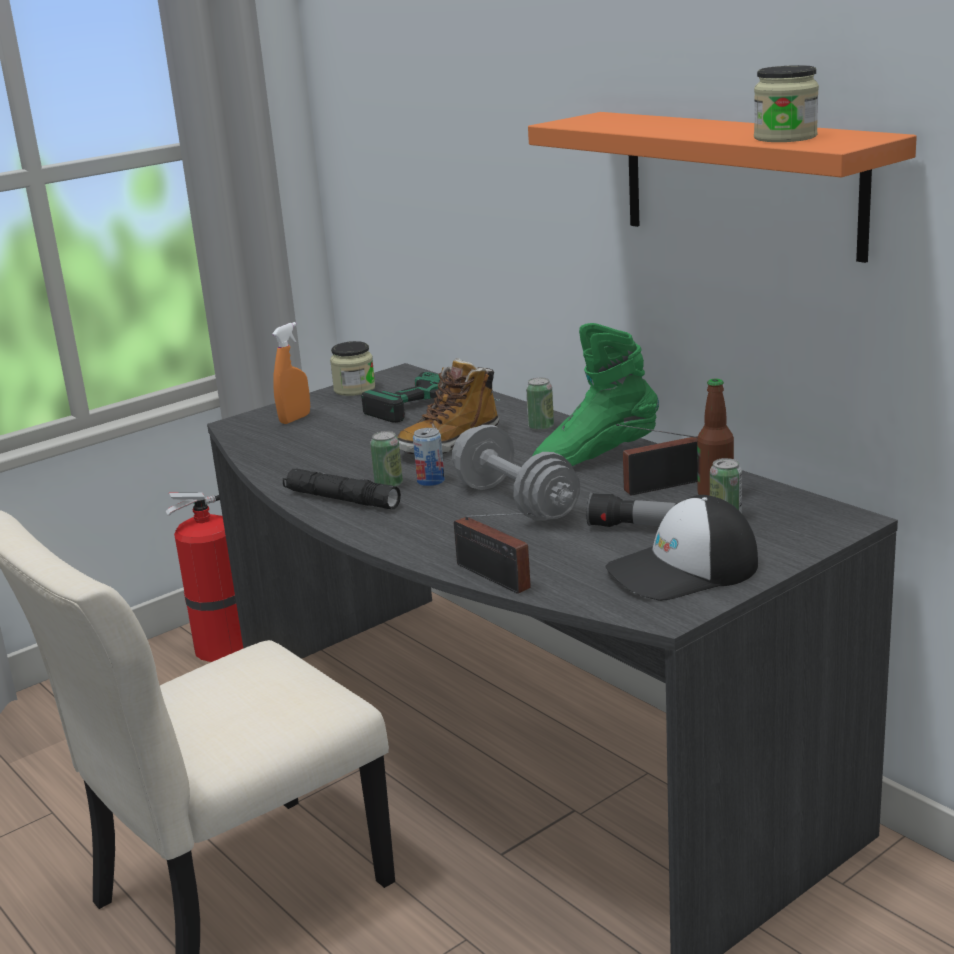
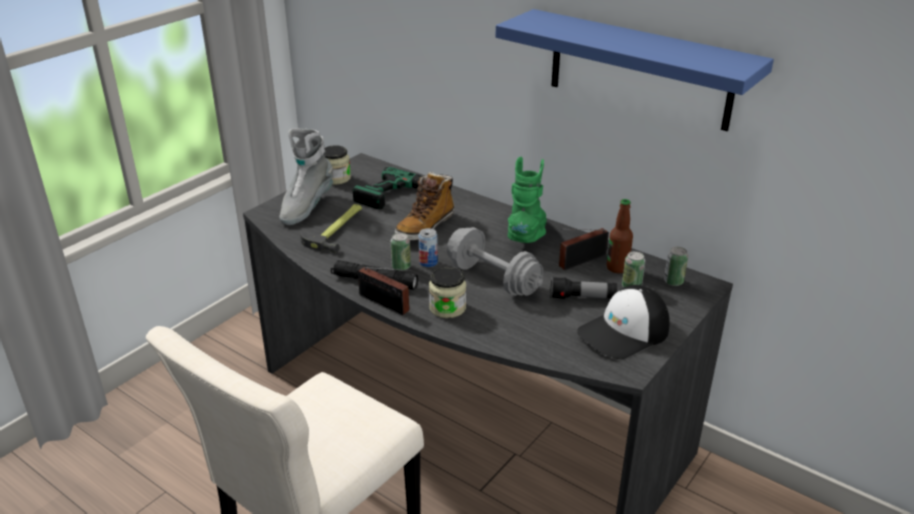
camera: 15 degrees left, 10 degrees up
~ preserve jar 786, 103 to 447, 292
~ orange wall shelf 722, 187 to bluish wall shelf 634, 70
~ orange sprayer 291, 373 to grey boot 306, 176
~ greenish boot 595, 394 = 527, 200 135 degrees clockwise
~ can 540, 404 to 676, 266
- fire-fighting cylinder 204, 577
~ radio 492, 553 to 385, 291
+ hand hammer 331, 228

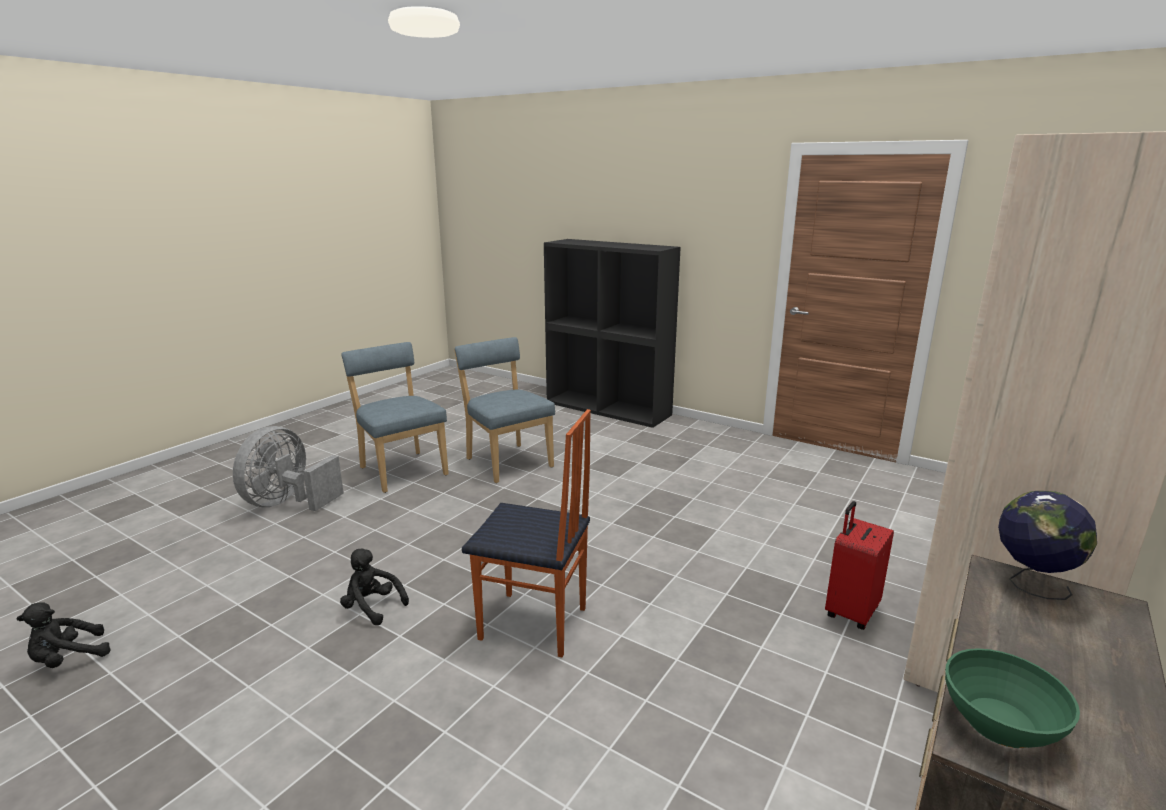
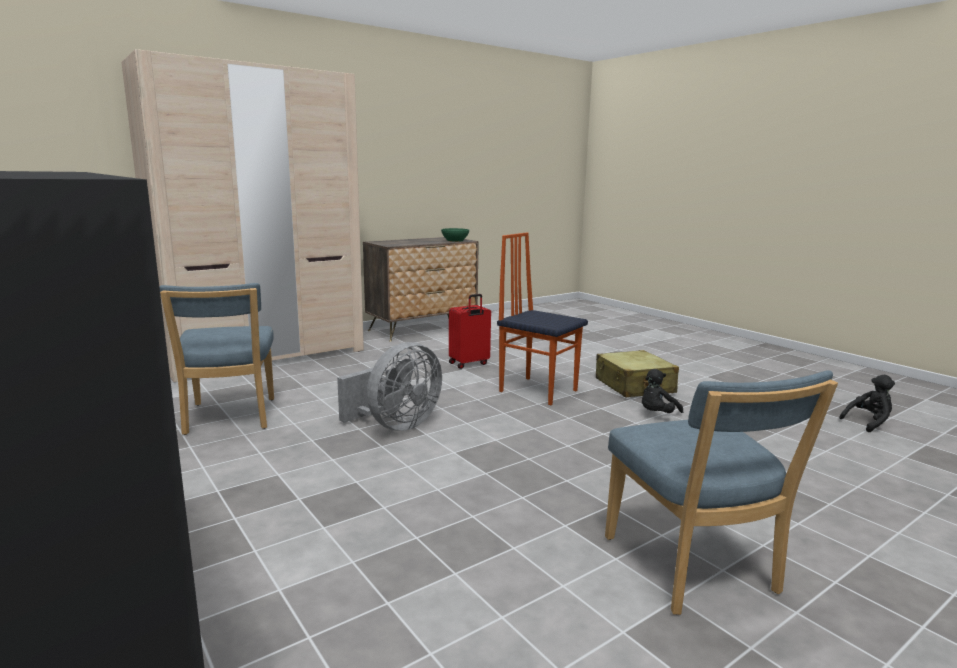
camera: 160 degrees left, 5 degrees down
~ bluish upright chair 504, 410 to 216, 359
~ grey fan 288, 468 to 389, 386
- world globe 1047, 545
~ red suitcase 859, 565 to 470, 331
~ black-coloured cuddly toy 374, 586 = 662, 391 90 degrees clockwise
+ beige-coloured suitcase 637, 374

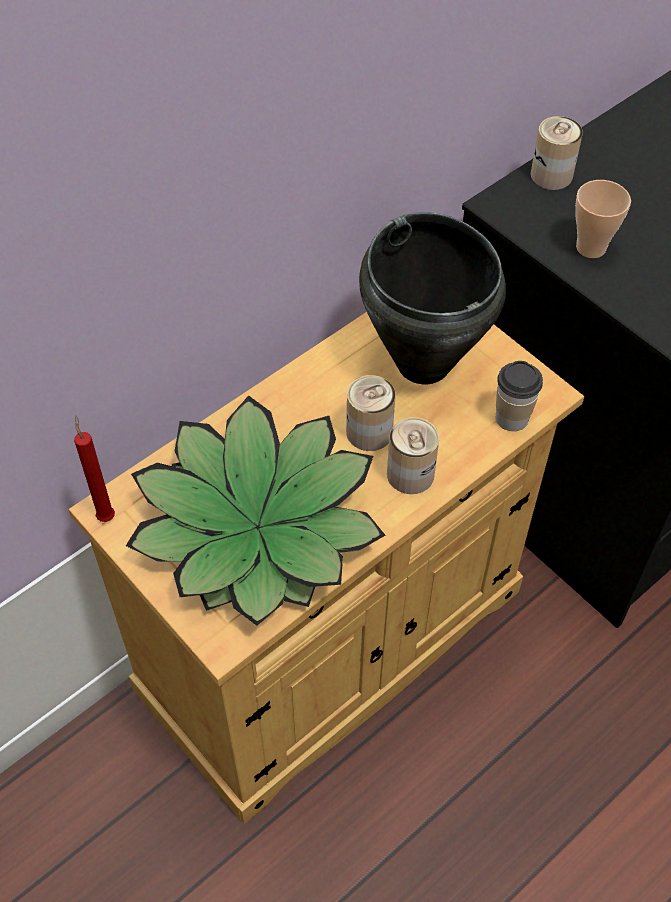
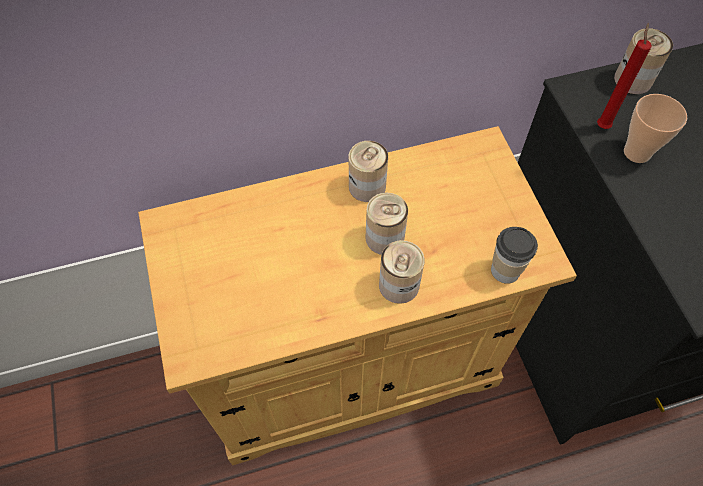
camera: 25 degrees right, 5 degrees up
- black-coloured saucepot 432, 298
- potted plant 255, 510
~ red wax light 94, 468 to 624, 76
+ can 368, 171

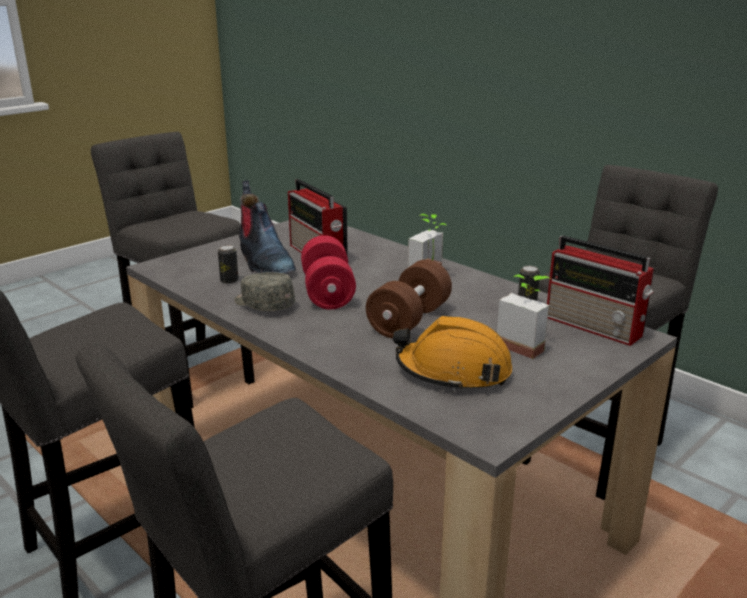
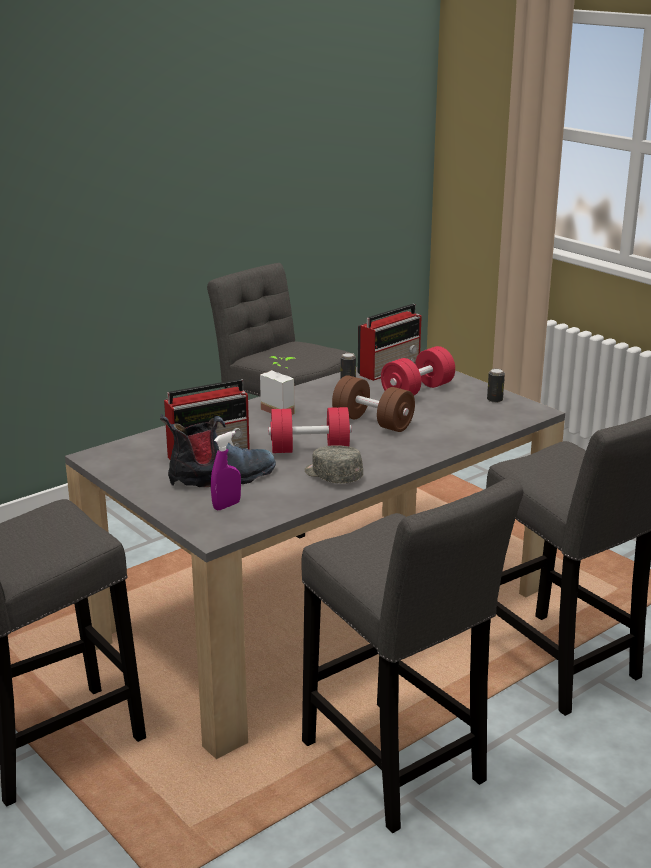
camera: 85 degrees left, 0 degrees up
~ can 228, 264 to 496, 385
~ grey cap 264, 291 = 334, 464 90 degrees clockwise
~ potted plant 524, 317 to red dumbbell 418, 370
- orange work helmet 452, 354
+ purple sprayer 226, 470

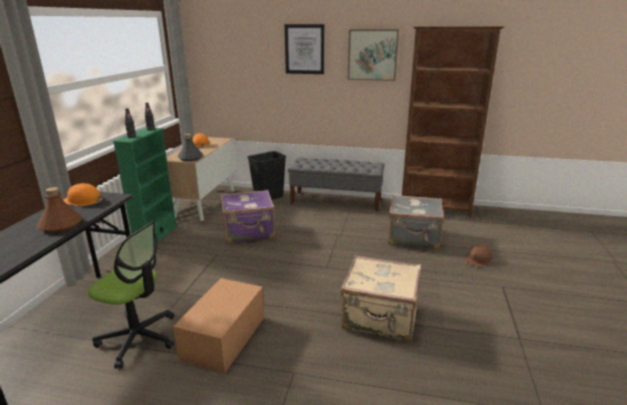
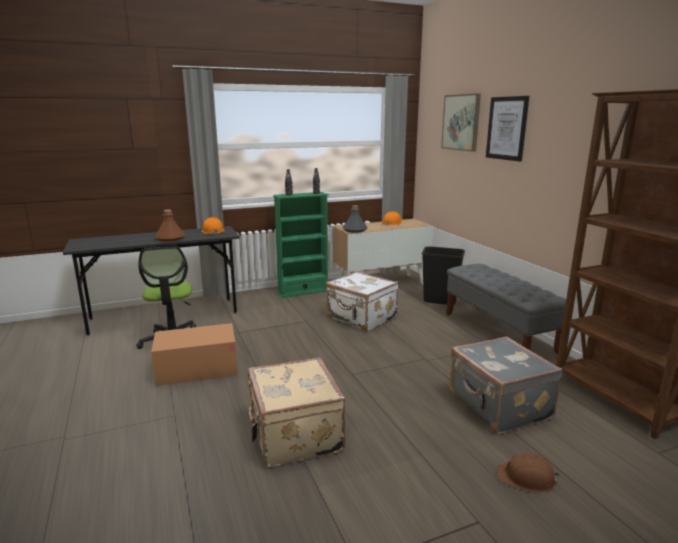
camera: 55 degrees right, 5 degrees down
~ wall art 373, 55 to 461, 122
~ purple suitcase 248, 216 to whitish suitcase 362, 301

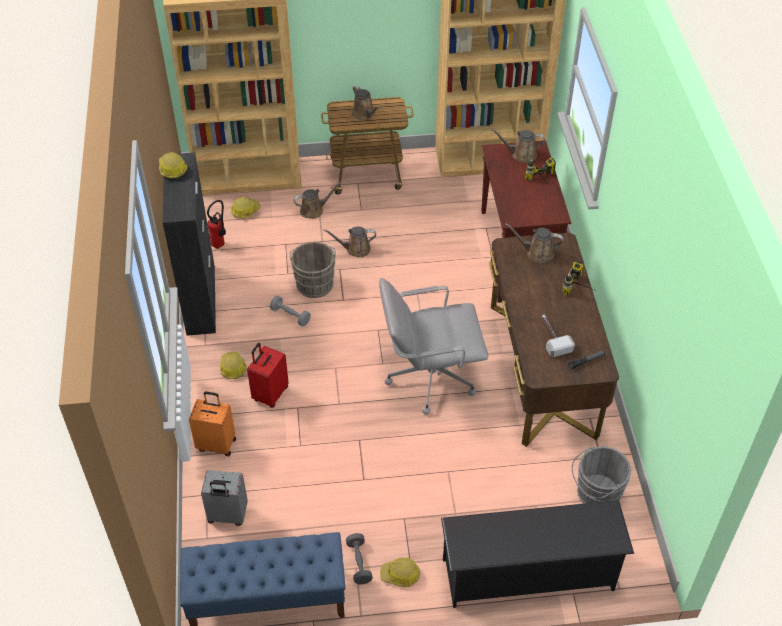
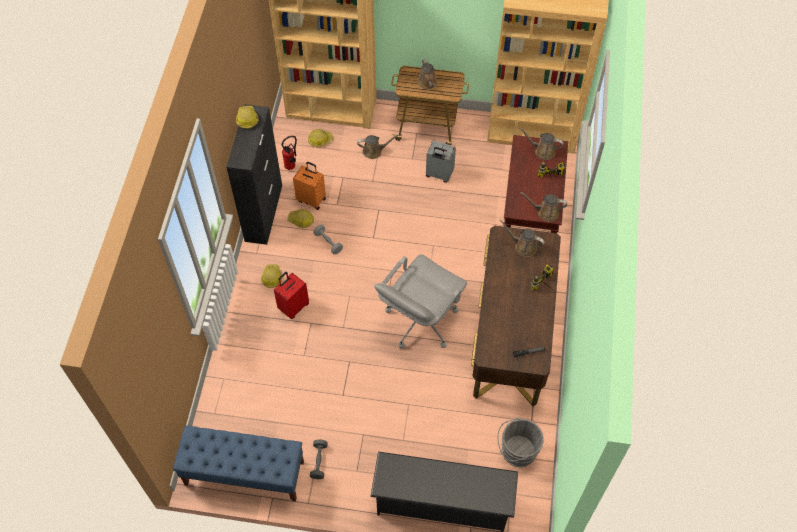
camera: 15 degrees right, 10 degrees up
~ brown sprinkling can 349, 242 to 543, 207
- grey water bucket 313, 270
~ grey desk chair 433, 346 = 420, 301 60 degrees counterclockwise
- hand hammer 558, 336
~ orange suitcase 212, 423 to 309, 186
~ grey suitcase 224, 498 to 441, 161
~ work helmet 400, 572 to 300, 218

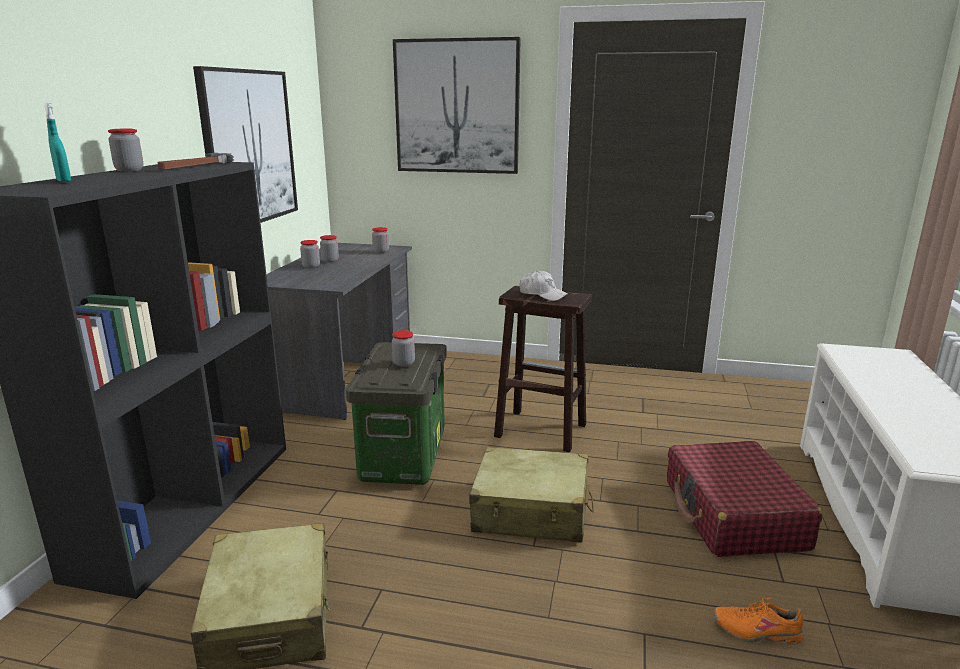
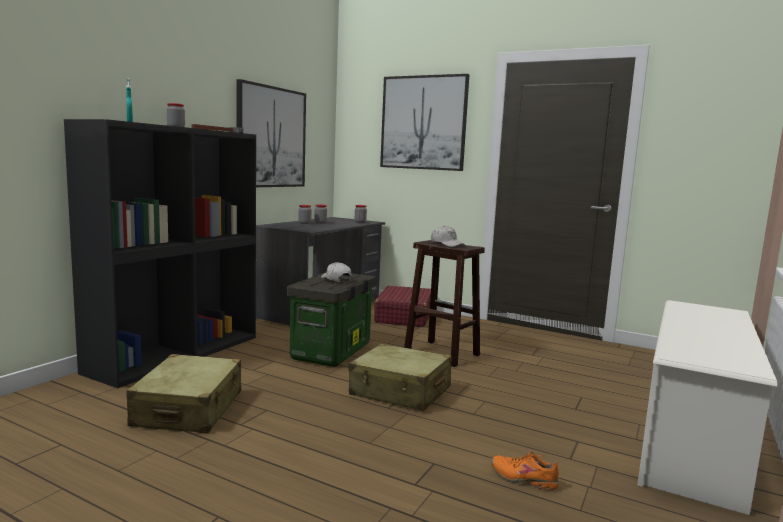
camera: 15 degrees right, 10 degrees down
~ preserve jar 403, 348 to whitish cap 336, 272
~ red suitcase 744, 499 to 402, 306

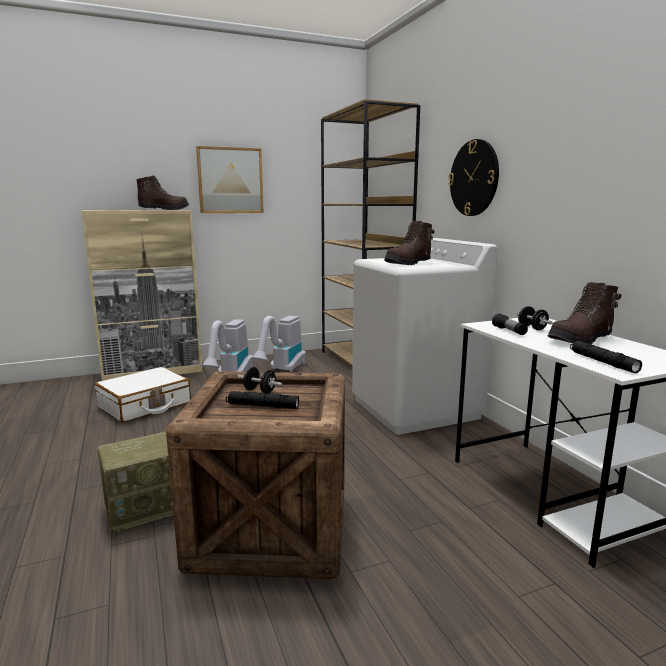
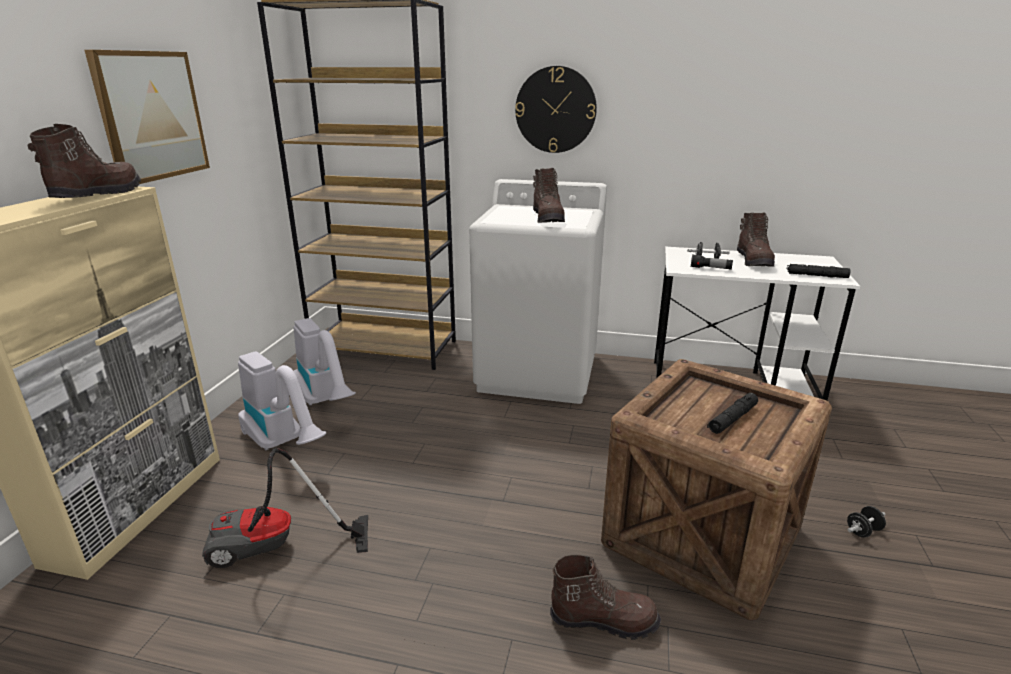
camera: 55 degrees left, 10 degrees up
~ whitish suitcase 143, 395 to vacuum 285, 508
~ black-coloured dumbbell 260, 380 to 866, 522
~ radio 135, 483 to brown boot 605, 597

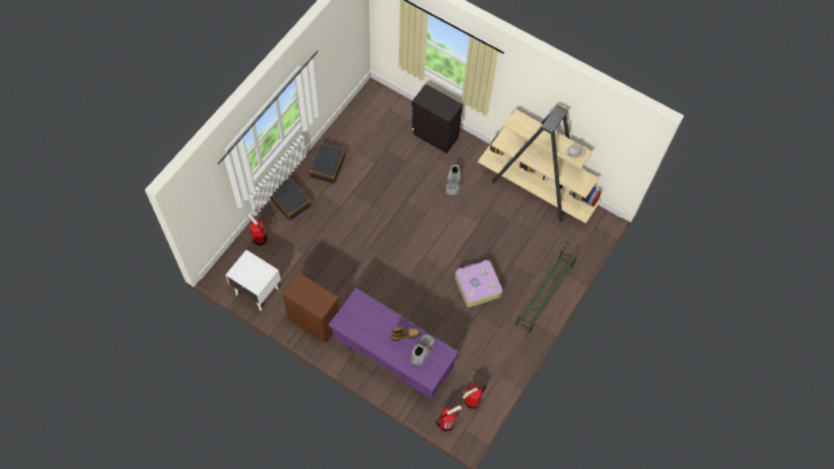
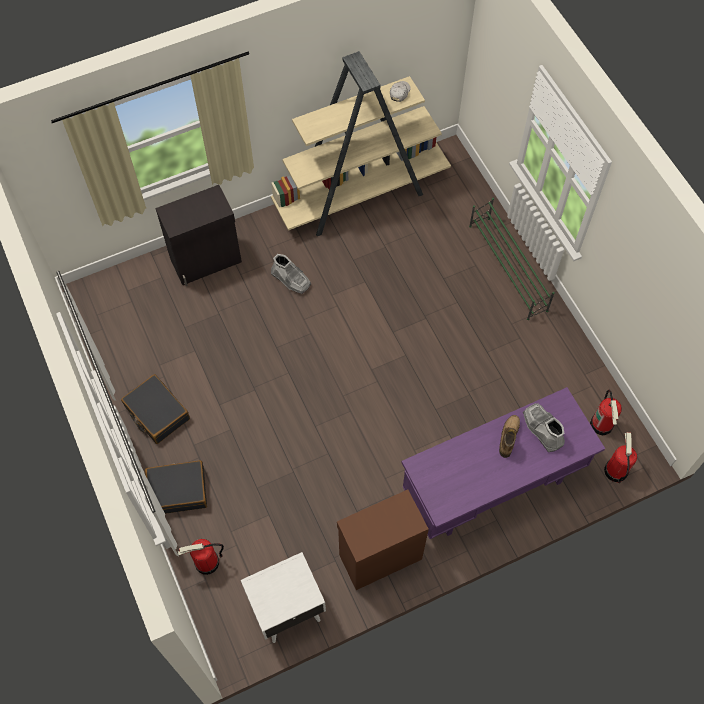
camera: 55 degrees left, 0 degrees up
- suitcase 479, 283

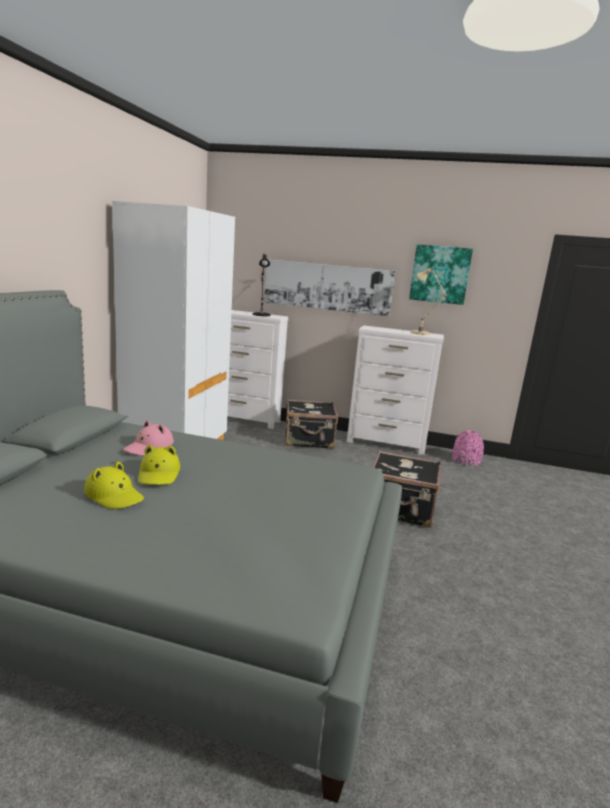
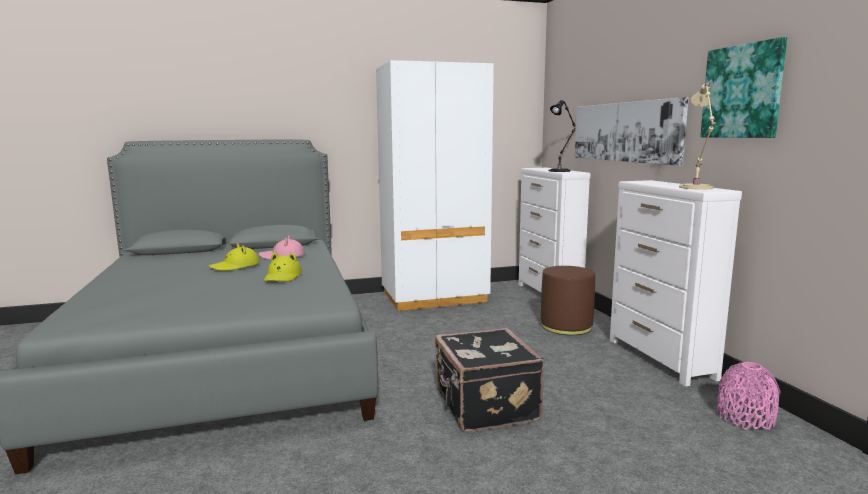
camera: 60 degrees right, 5 degrees down
~ black-coloured suitcase 311, 424 to brown footrest 568, 300
~ yellow wearable hat 114, 485 to 282, 267

